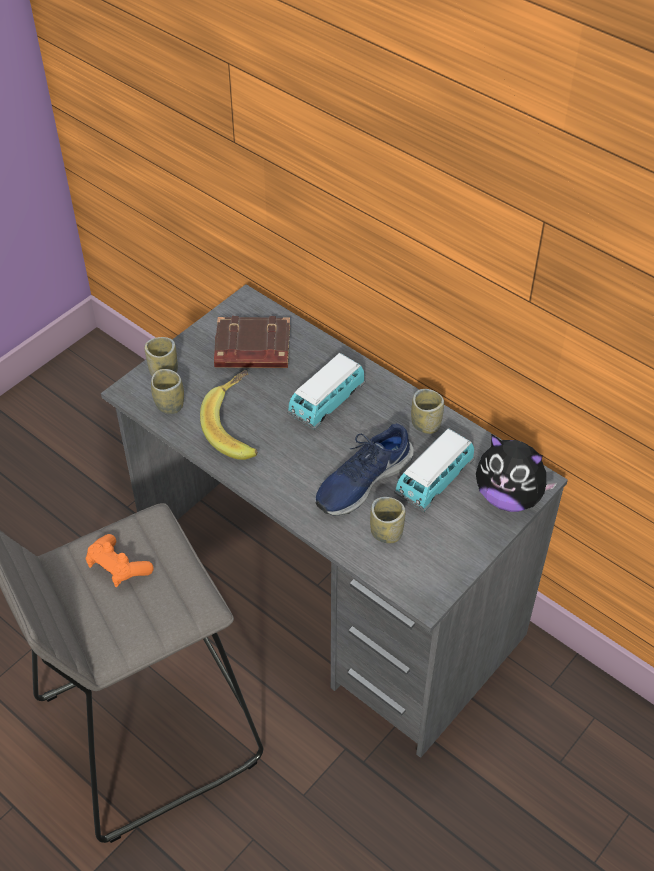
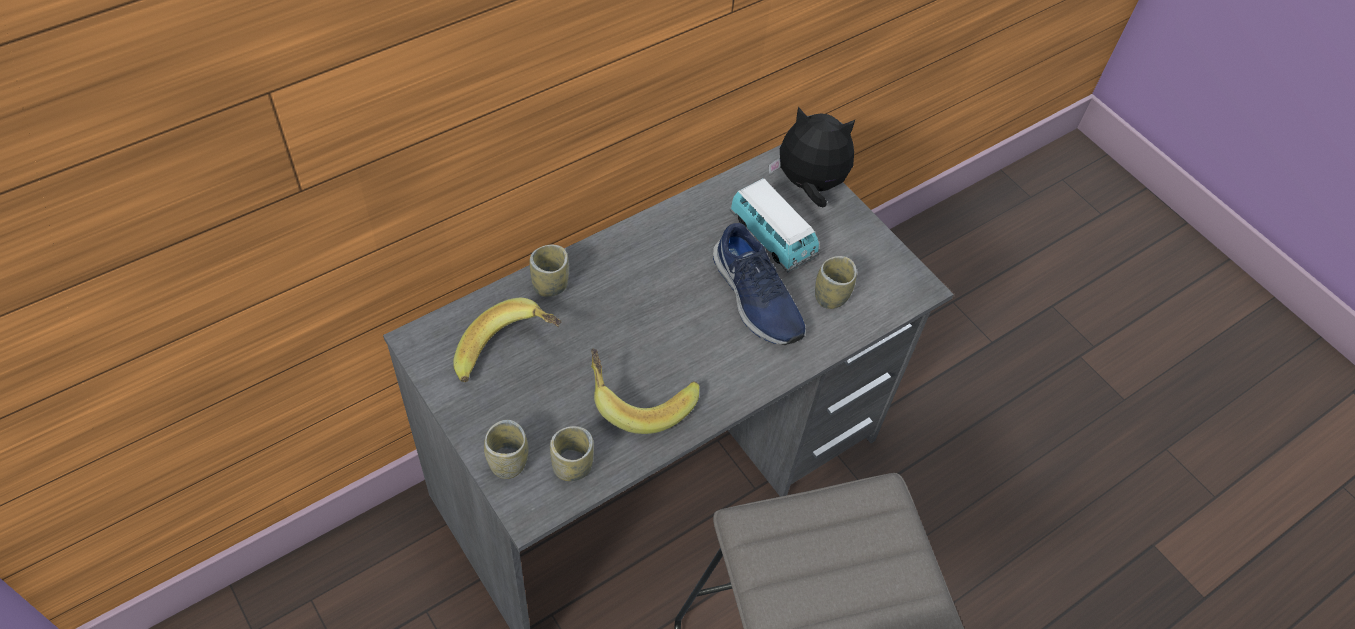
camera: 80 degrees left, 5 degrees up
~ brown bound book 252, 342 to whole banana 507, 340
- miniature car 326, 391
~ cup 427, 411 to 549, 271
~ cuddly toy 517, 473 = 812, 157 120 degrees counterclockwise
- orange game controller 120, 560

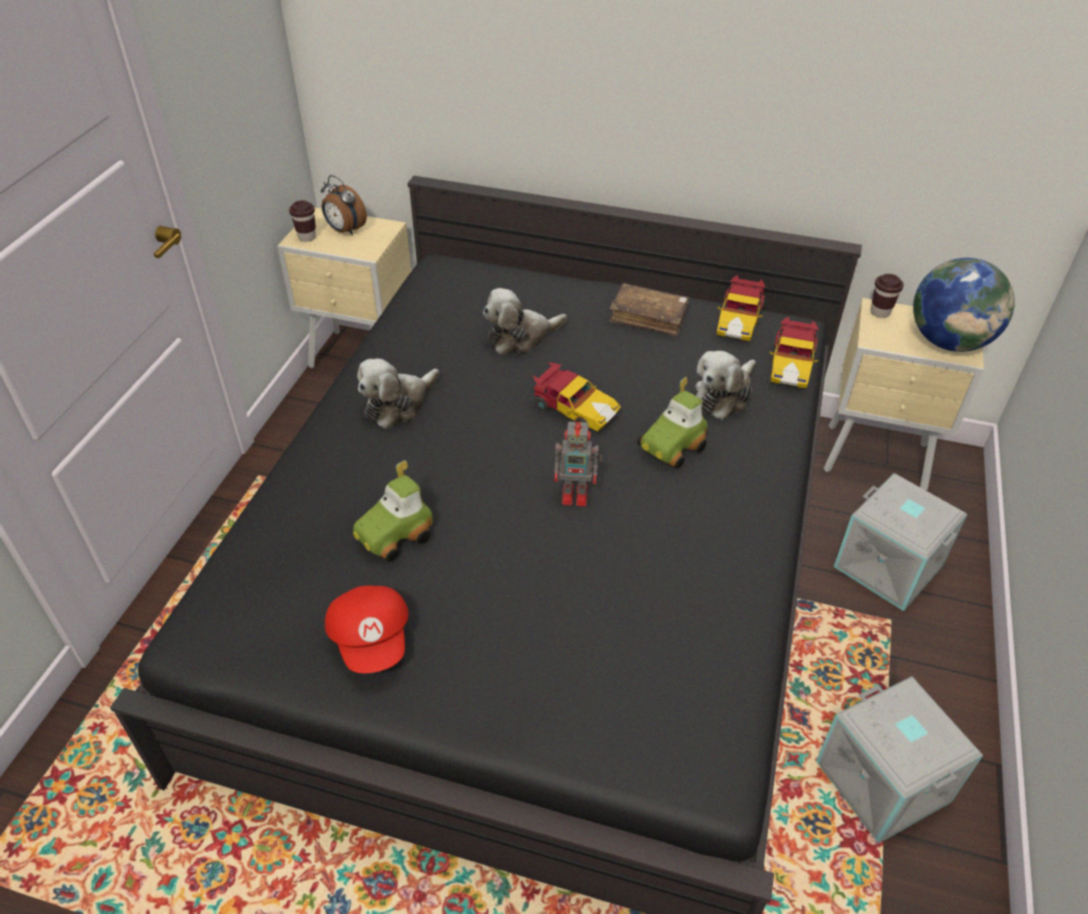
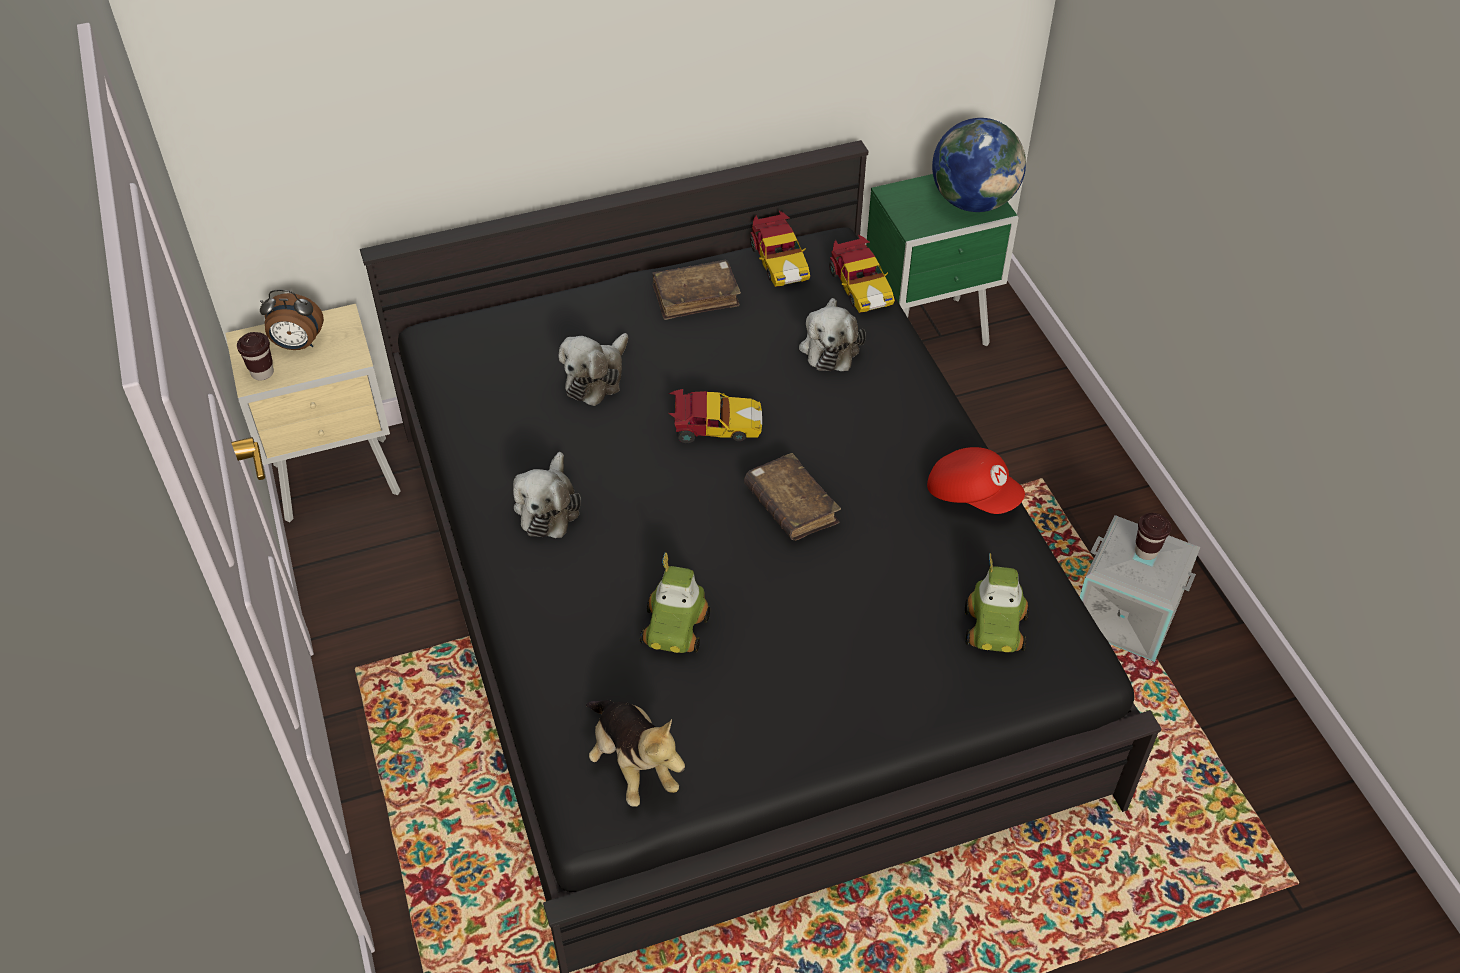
camera: 35 degrees left, 5 degrees up
~ brown cup 887, 296 to 1153, 536
~ beige-coloured nightstand 904, 394 to greenish nightstand 942, 260
~ miniature car 672, 422 to 997, 602
~ toy robot 578, 461 to brown bound book 792, 497
- grey storage bin 900, 542
~ red cap 367, 629 to 976, 480
+ cuddly toy 635, 753

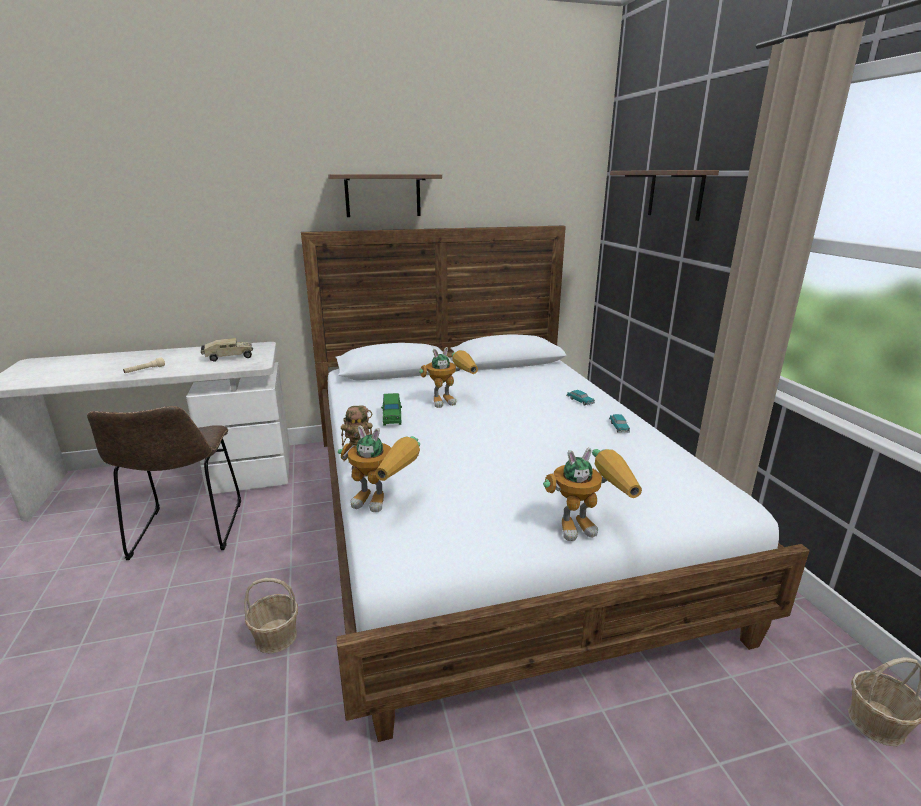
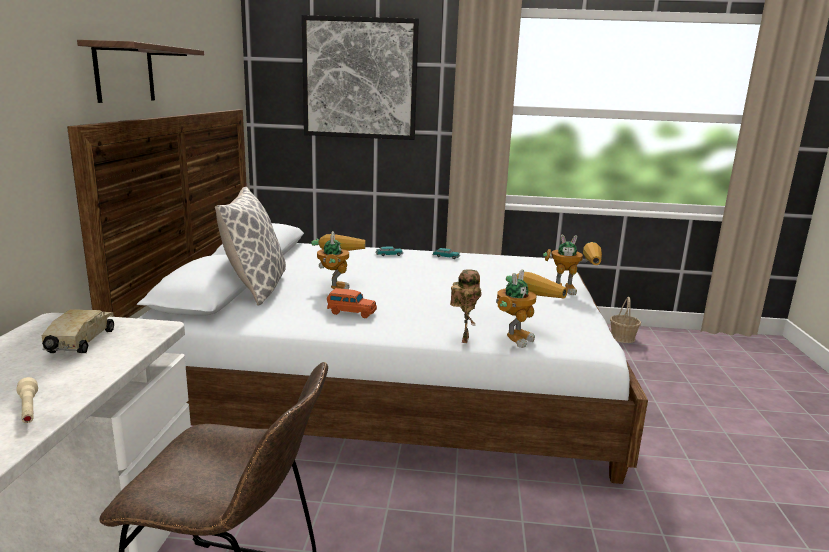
camera: 70 degrees left, 5 degrees down
~ wall shelf 664, 195 to wall art 360, 77
~ greenish miniature car 391, 409 to orange miniature car 352, 303
~ toy robot 592, 494 = 572, 264 90 degrees clockwise
- storage basket 271, 616
+ throw pillow 250, 246

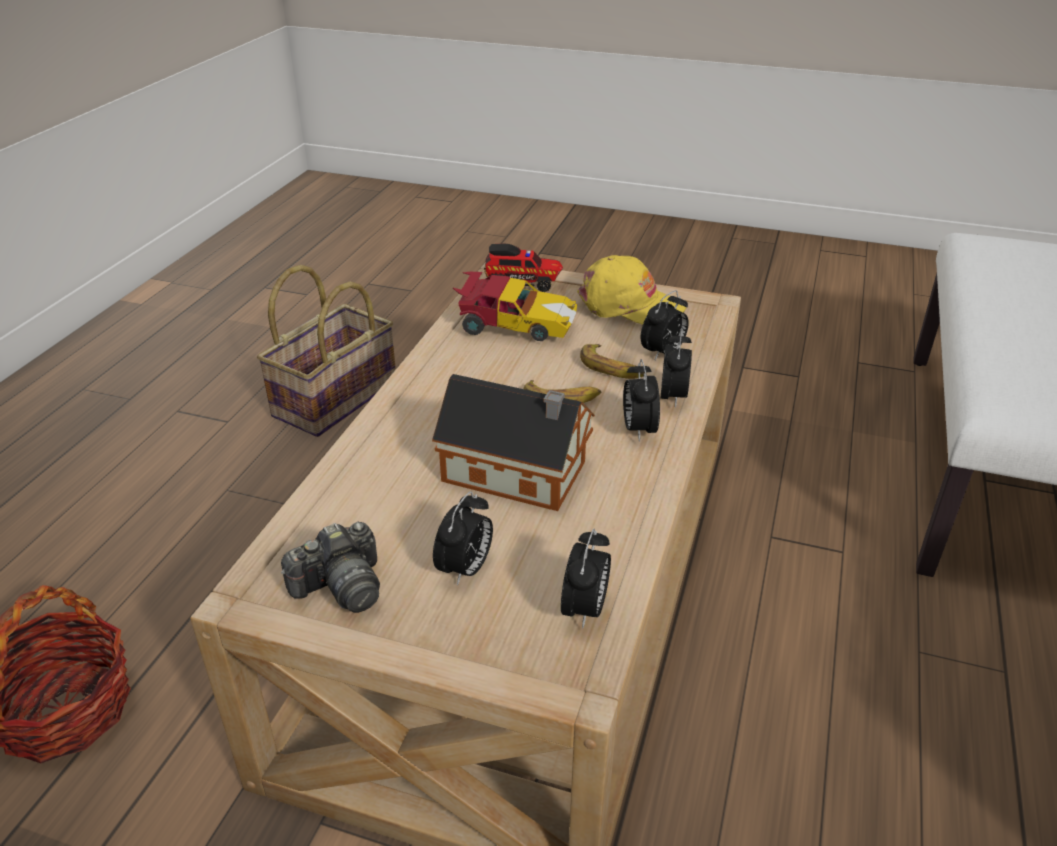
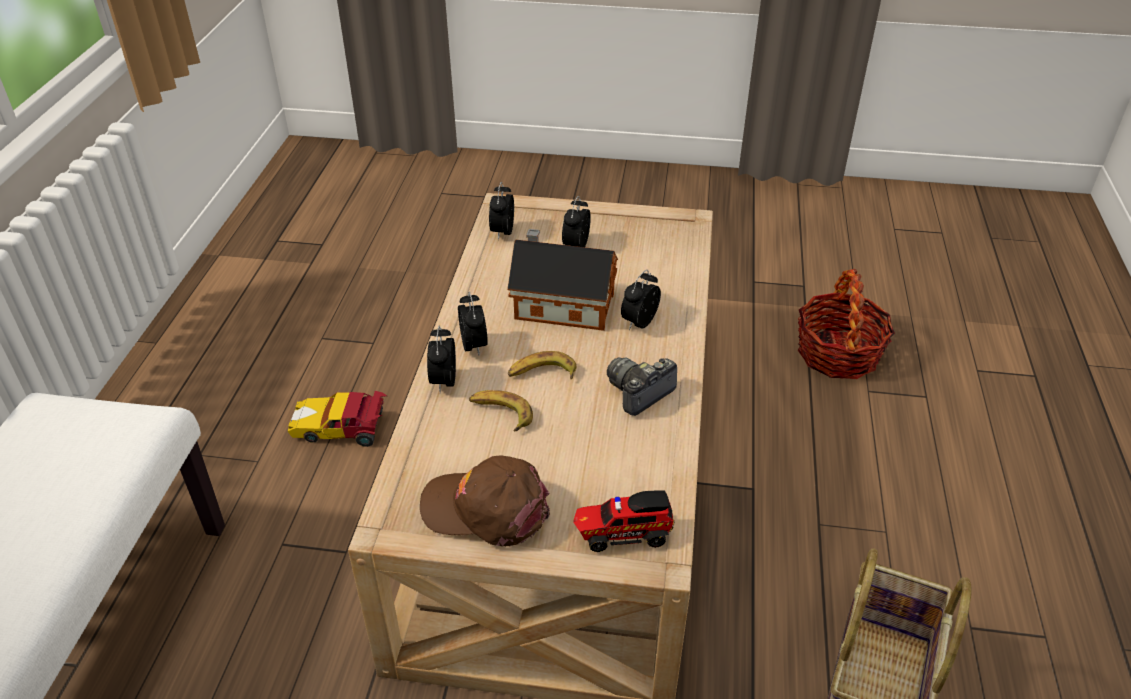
camera: 170 degrees right, 5 degrees up
~ yellow cap 631, 289 to brown cap 485, 501
~ miniature car 515, 306 to 337, 419
~ alarm clock 665, 326 to 641, 300
~ photo camera 330, 567 to 642, 386

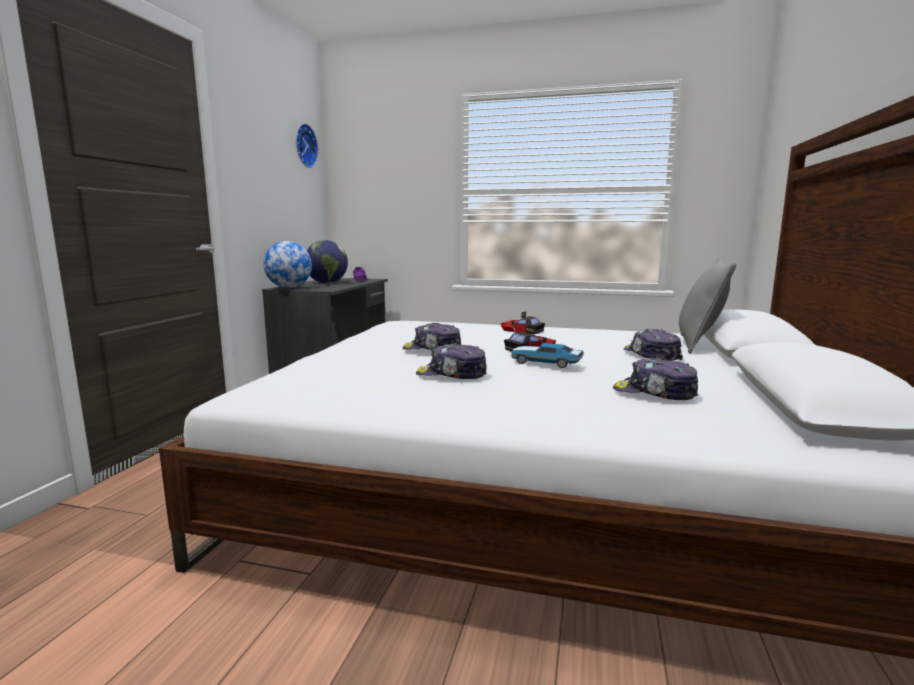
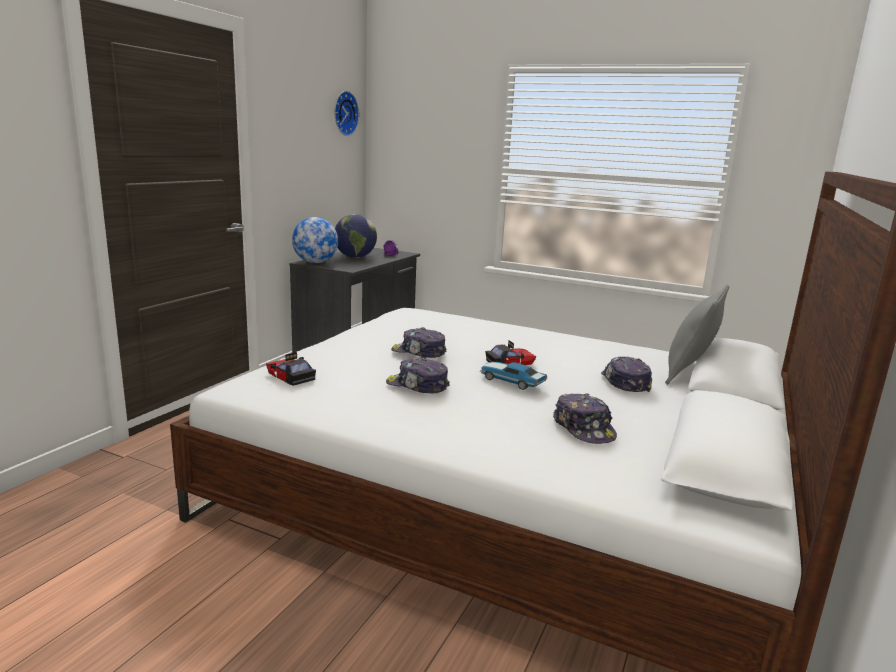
camera: 10 degrees right, 5 degrees up
~ miniature car 523, 323 to 291, 369
~ cap 655, 378 = 585, 418 150 degrees counterclockwise

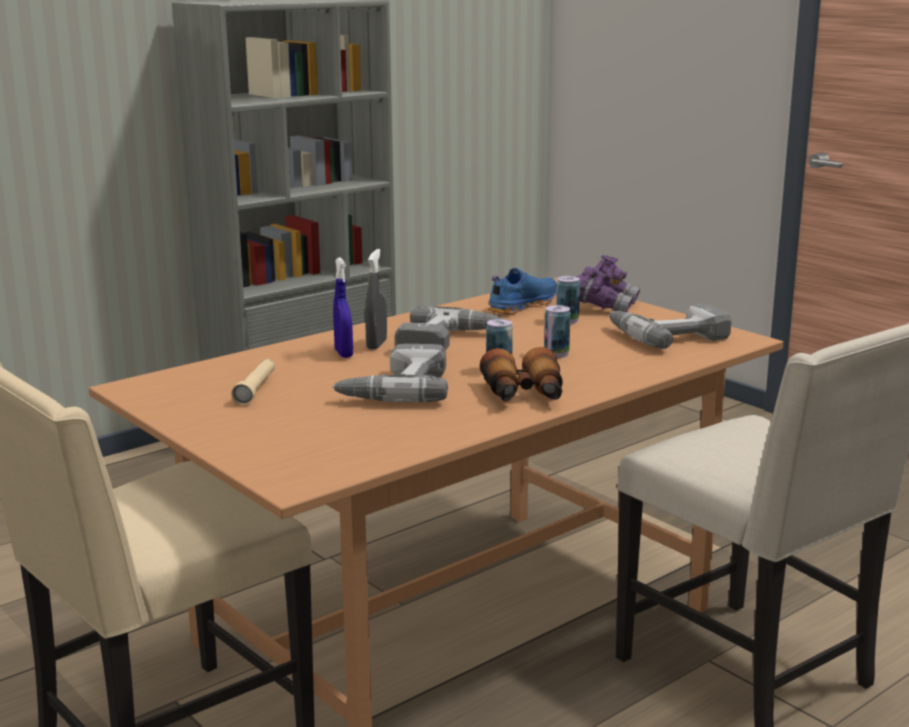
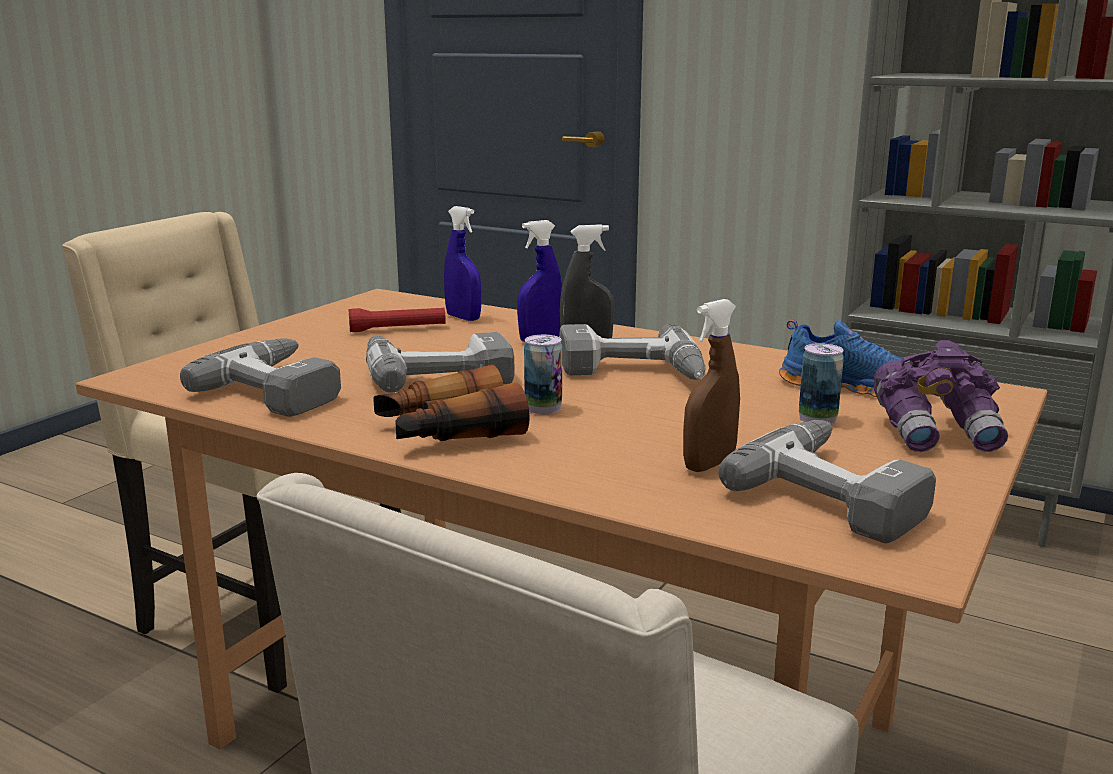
camera: 70 degrees right, 0 degrees up
- can 557, 331
~ beige-coloured flashlight 253, 382 to red flashlight 397, 319
+ bluish sprayer 462, 263
+ brown sprayer 711, 385
+ power drill 260, 377

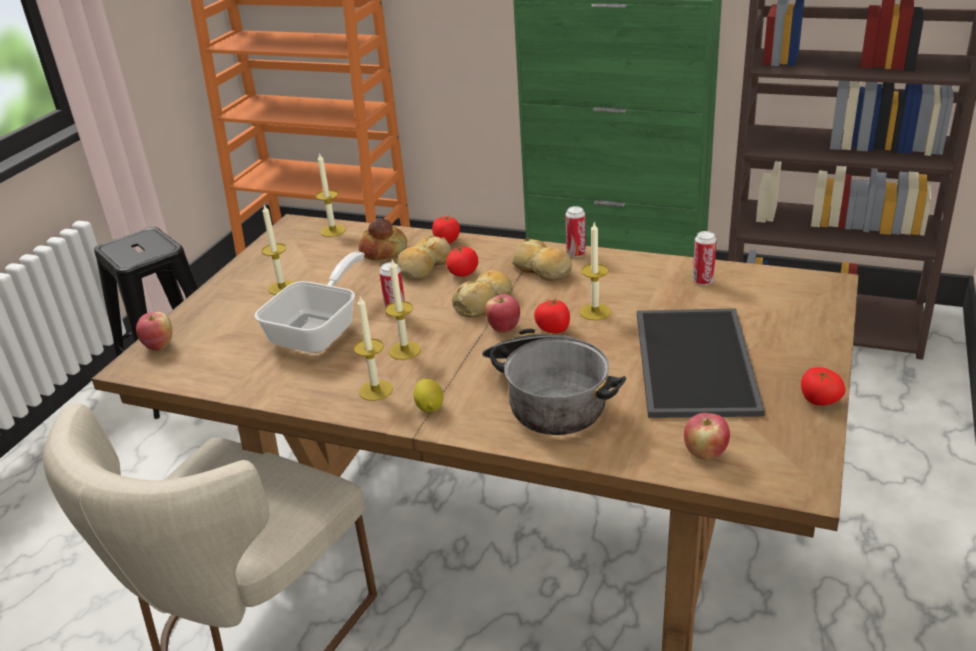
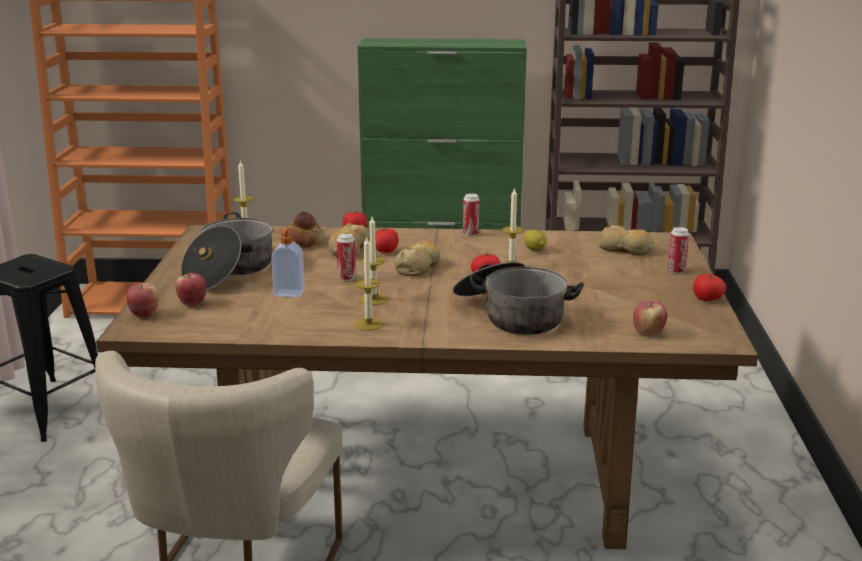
camera: 20 degrees left, 10 degrees down
~ wax light 278, 250 to saucepot 227, 250
~ can 705, 258 to 678, 250
~ bakery bread 542, 259 to 626, 240
~ skillet 309, 302 to liquid soap bottle 288, 263
~ whole apple 502, 313 to 191, 289
- carrying tray 701, 363
~ whole lemon 429, 395 to 535, 240

